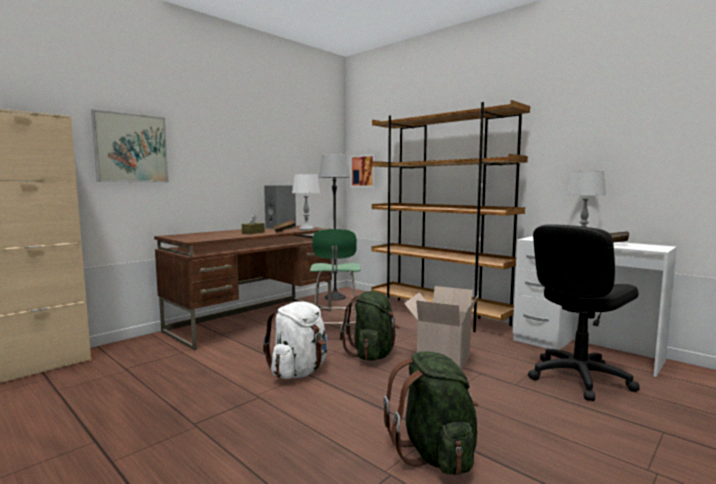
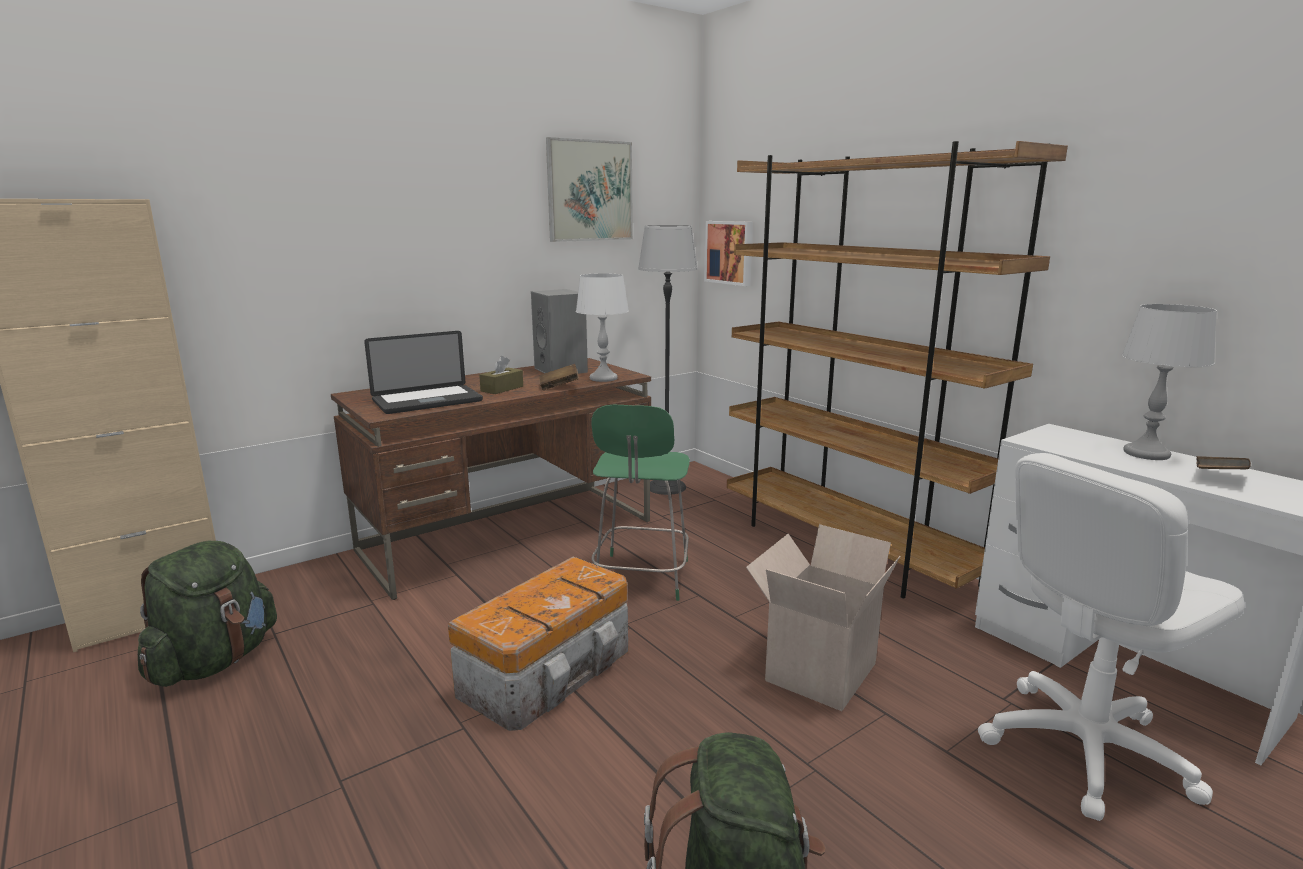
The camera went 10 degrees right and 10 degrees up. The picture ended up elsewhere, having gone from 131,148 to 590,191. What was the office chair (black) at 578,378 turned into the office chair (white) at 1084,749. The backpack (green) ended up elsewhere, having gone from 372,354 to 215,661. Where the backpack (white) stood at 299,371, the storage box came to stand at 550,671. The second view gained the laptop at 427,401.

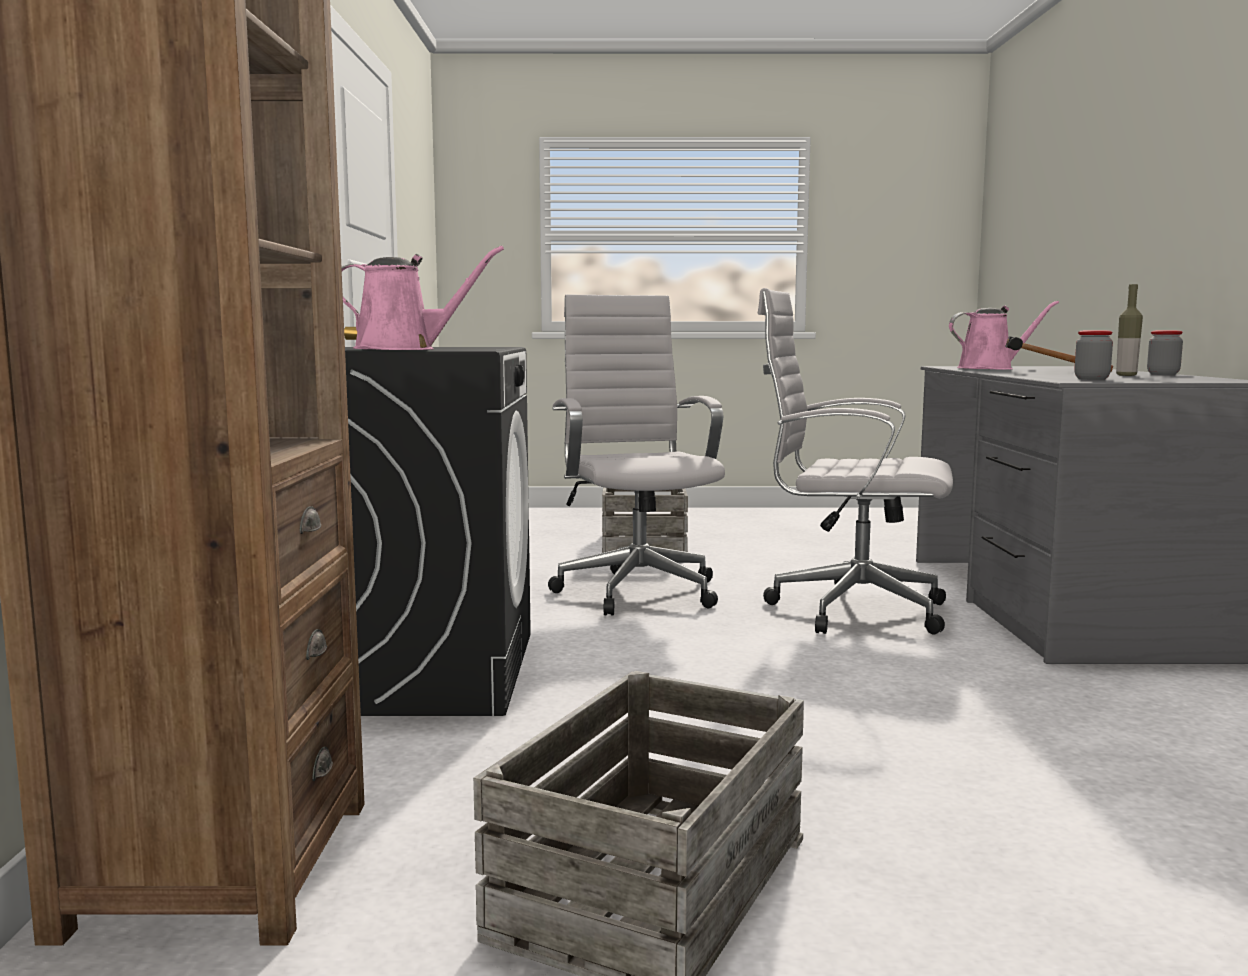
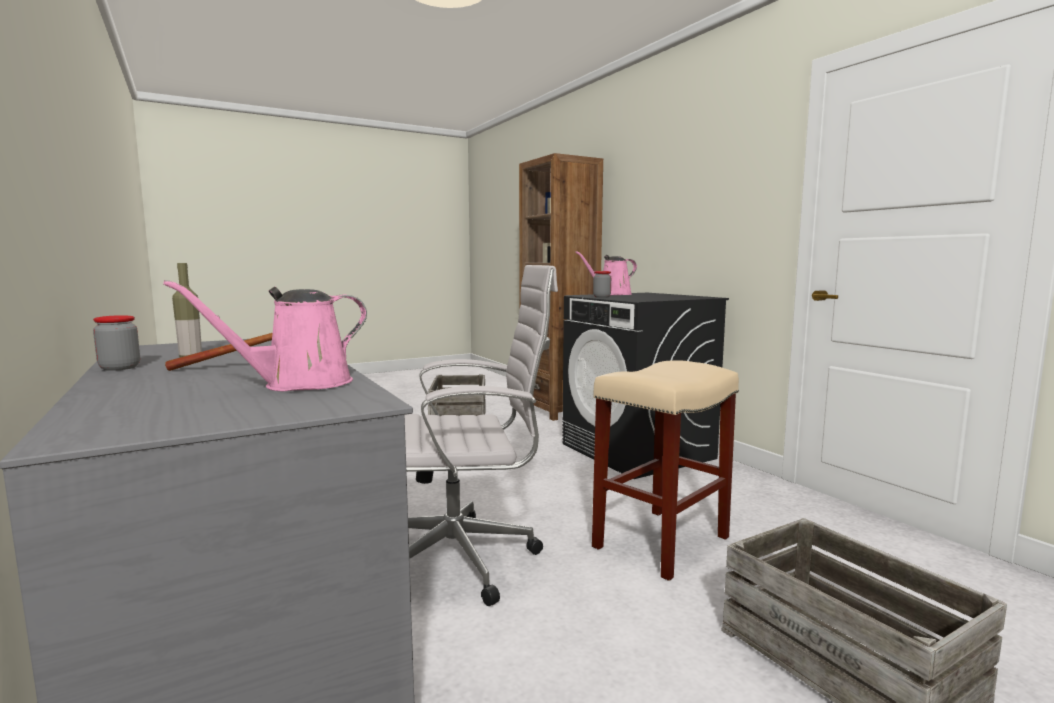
The camera went 150 degrees right and 0 degrees up. Where the office chair (white) stood at 636,590, the stool (beige) came to stand at 661,543. The jar ended up elsewhere, having gone from 1091,379 to 602,297.

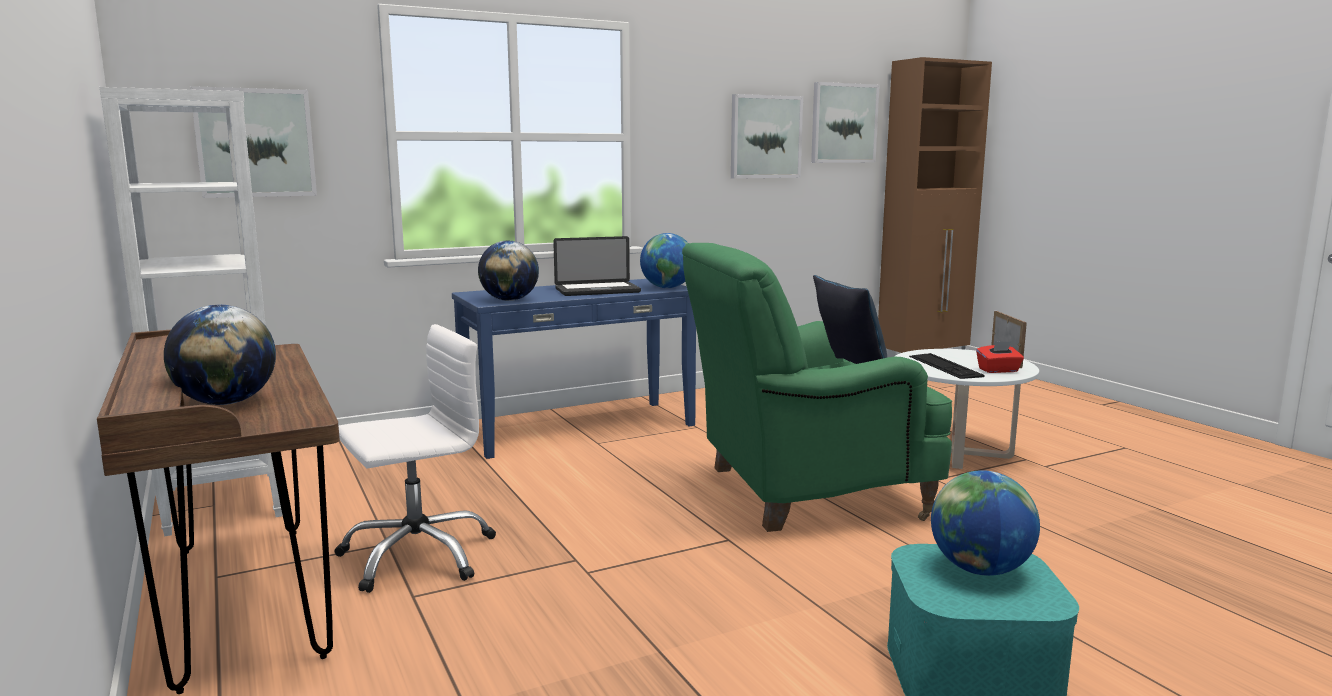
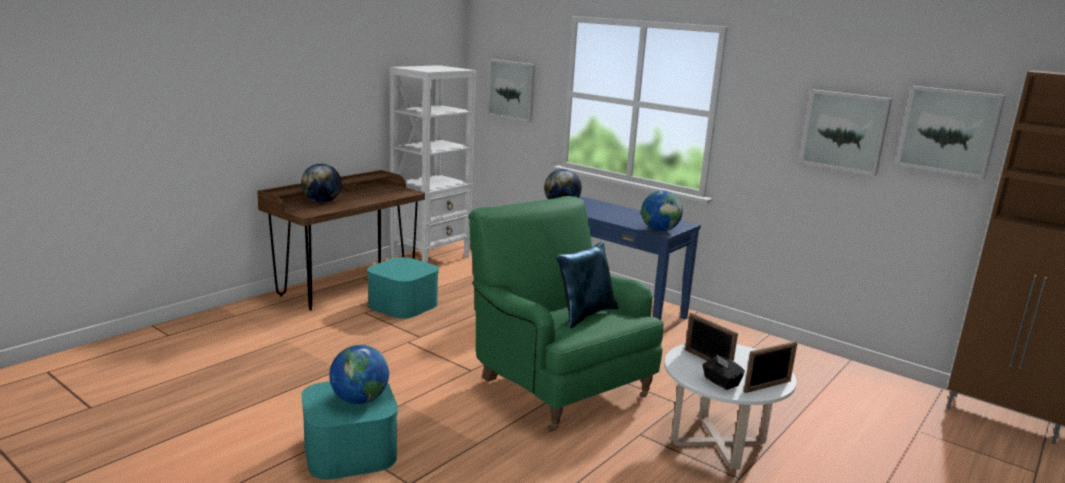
The camera went 65 degrees right and 5 degrees up. The second view lost the laptop at 597,291. Where the office chair (white) stood at 417,555, the storage box (turquoise) came to stand at 403,304. What was the tissue box (red) at 998,370 turned into the tissue box (black) at 720,382. Where the keyboard stood at 944,366, the picture frame came to stand at 707,360.

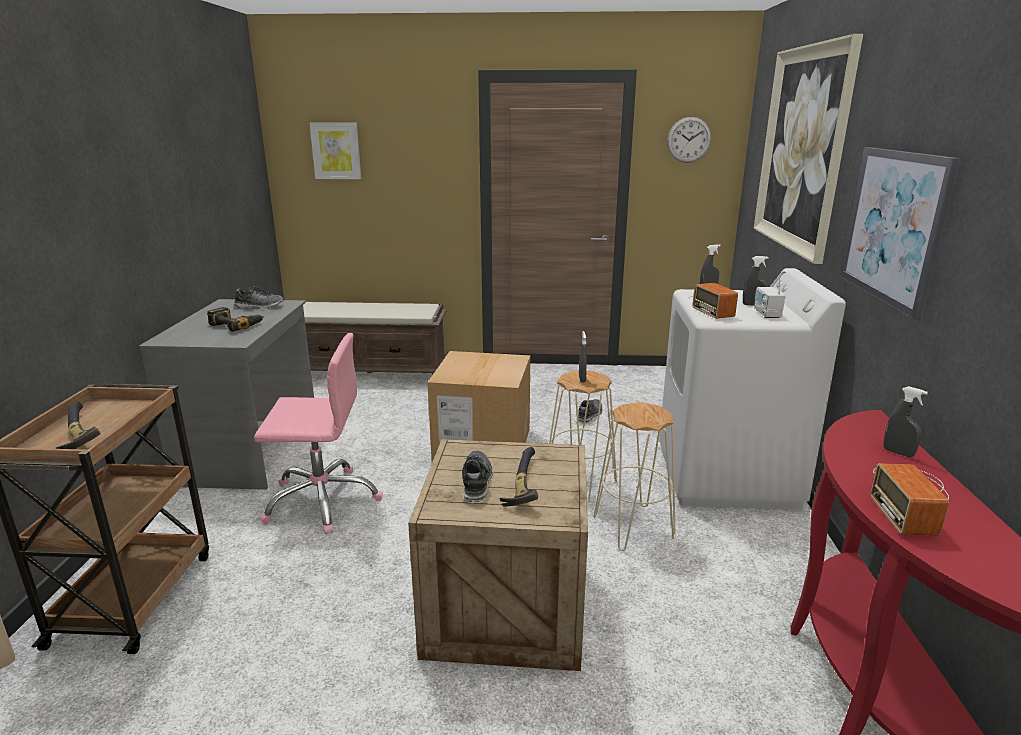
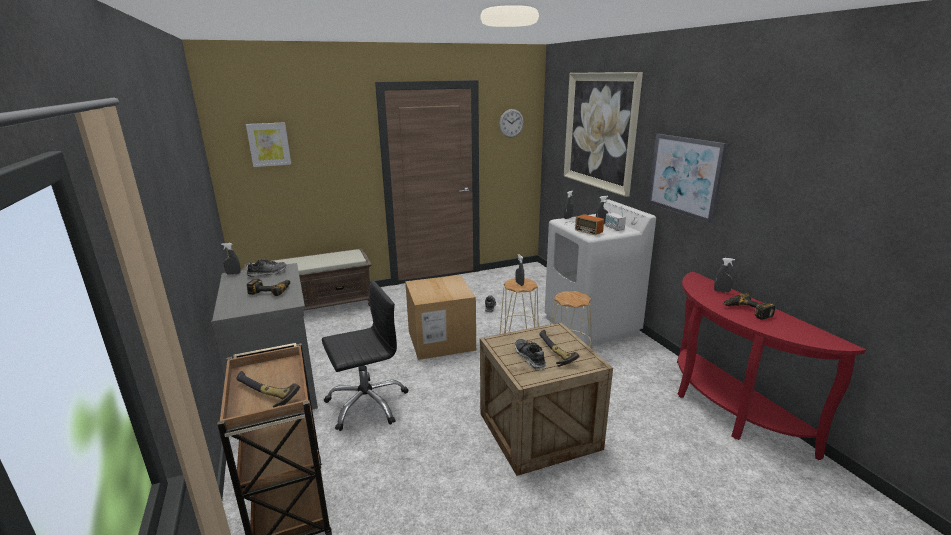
The camera went 25 degrees left and 0 degrees up. What was the office chair (pink) at 322,500 turned into the office chair (black) at 366,404. Where the radio stood at 910,497, the power drill came to stand at 746,311. The second view gained the spray bottle (grey) at 233,274.

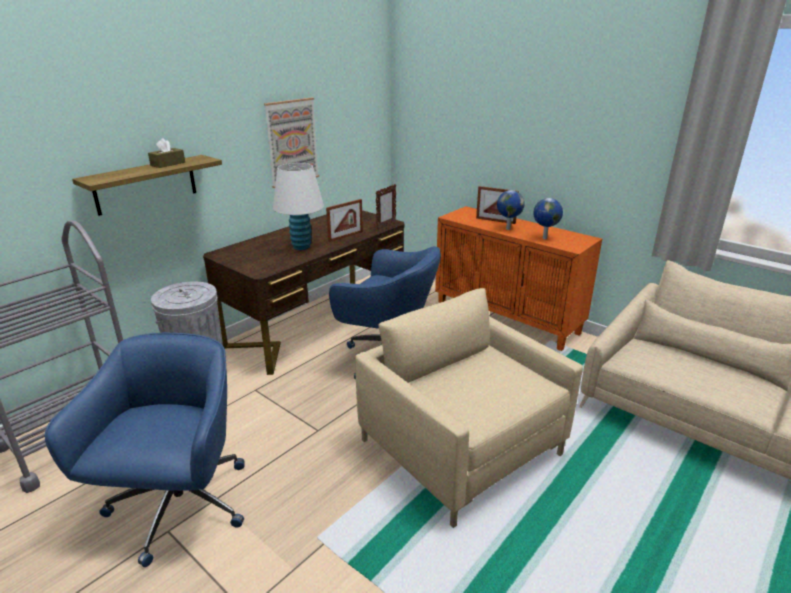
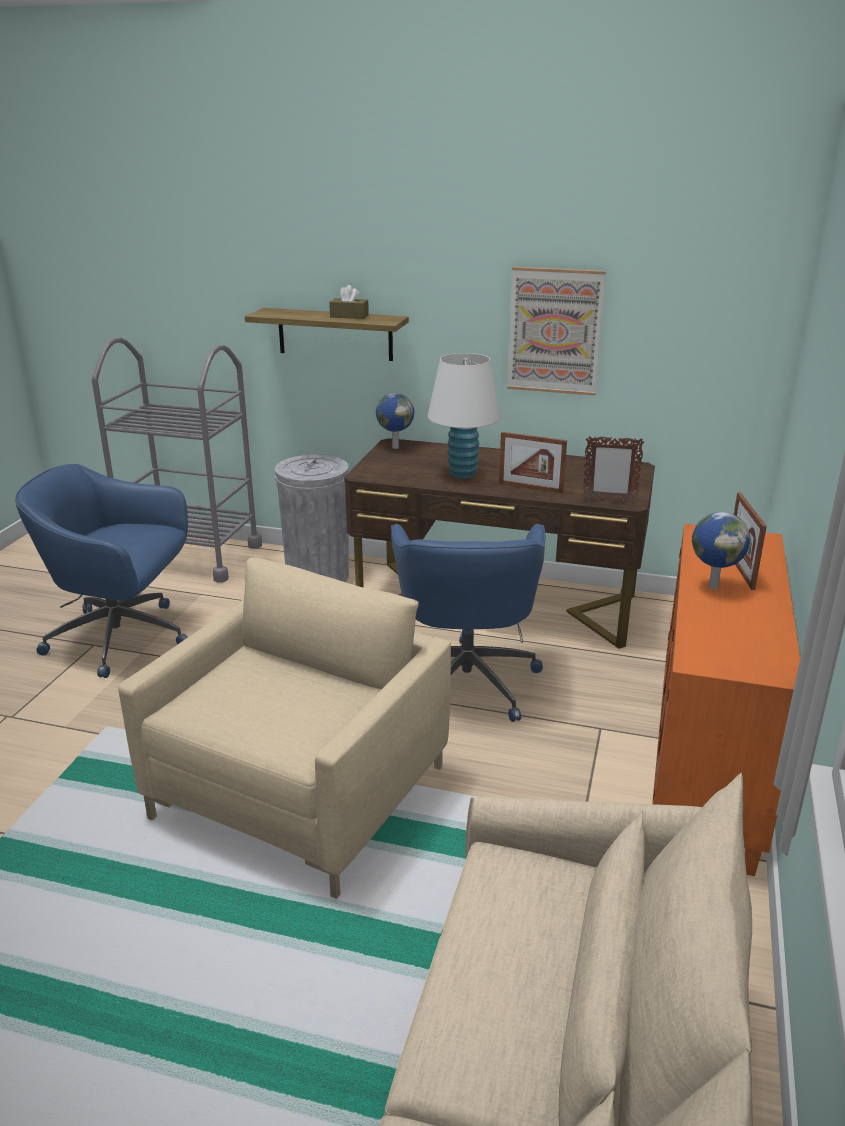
The camera went 65 degrees right and 0 degrees up. The globe ended up elsewhere, having gone from 544,238 to 395,447. The office chair (blue) at 178,508 ended up facing another way, 150 degrees counterclockwise from before.

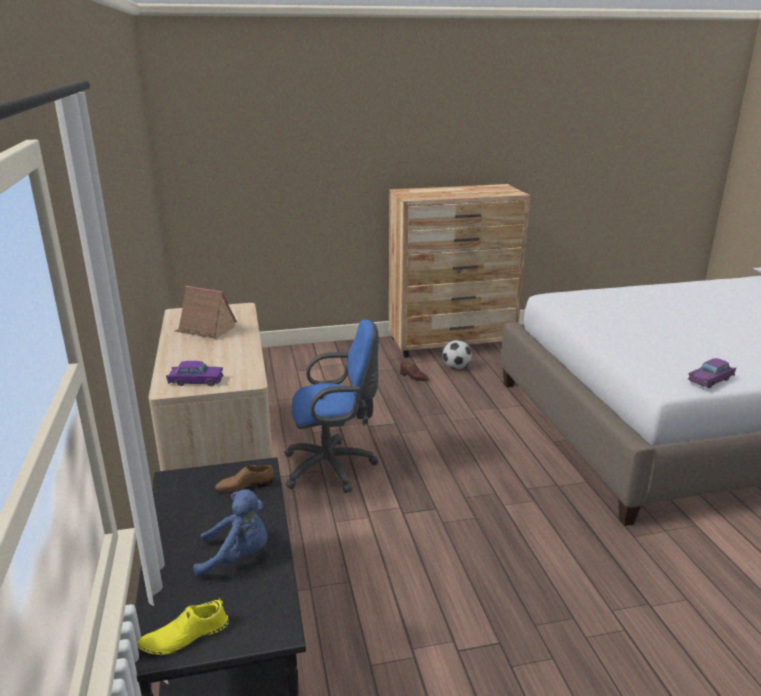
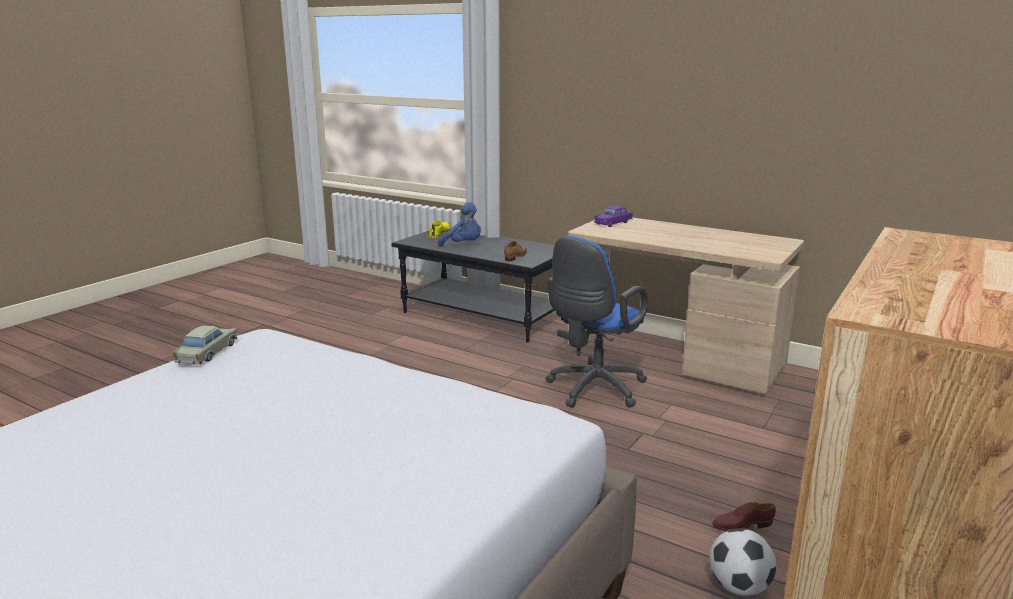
The camera went 135 degrees right and 5 degrees down. The second view lost the toy house at 205,329. What was the toy car (purple) at 711,380 turned into the toy car (beige) at 207,353. The plush toy (blue) at 237,556 ended up facing another way, 105 degrees counterclockwise from before.

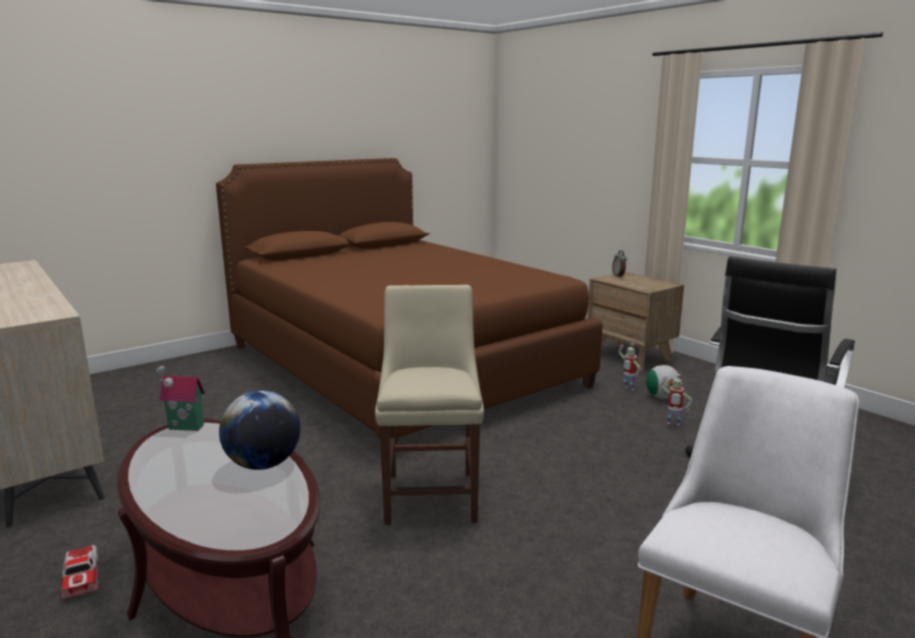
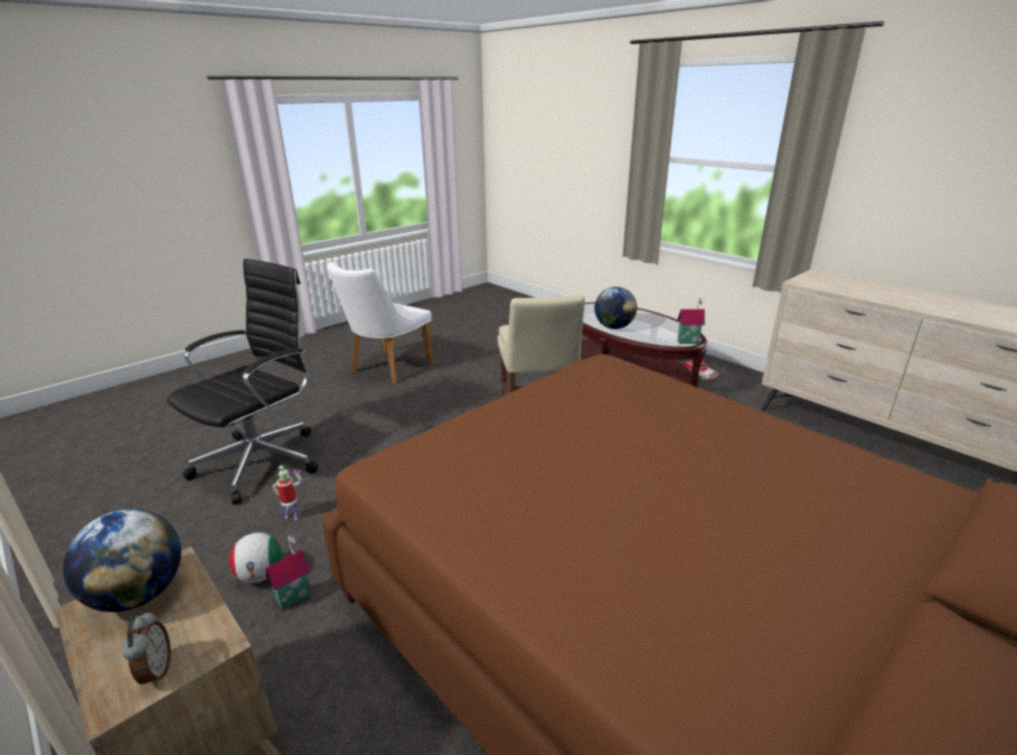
The camera went 175 degrees right and 10 degrees up. Where the toy robot stood at 628,388, the toy house came to stand at 293,597. The second view gained the globe at 139,594.

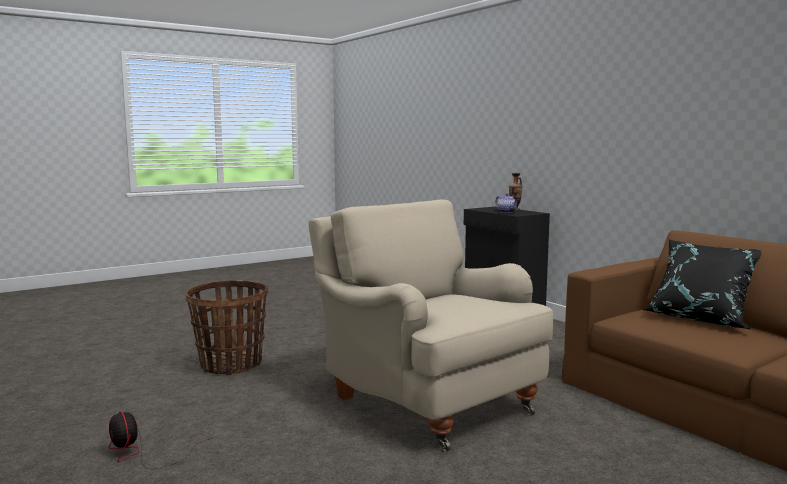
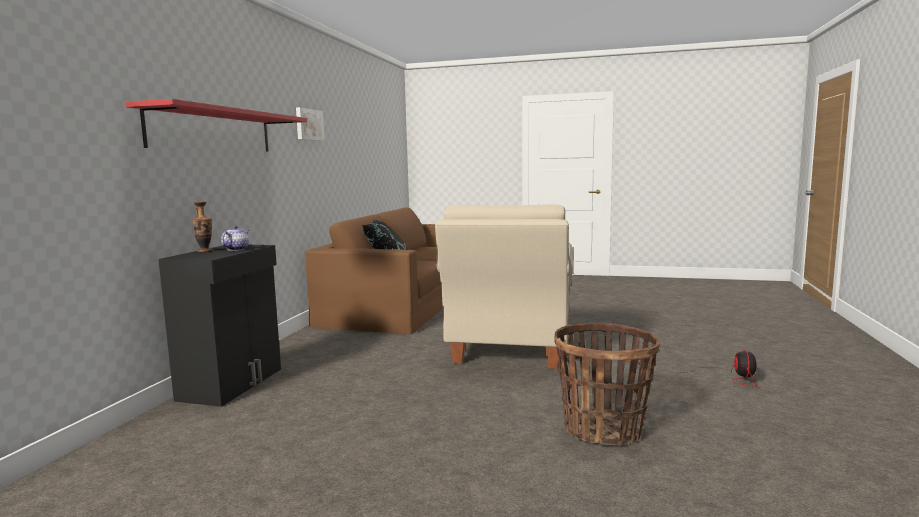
The camera went 130 degrees left and 0 degrees up. The second view gained the shelf (red) at 213,131. The second view gained the picture at 308,124.

